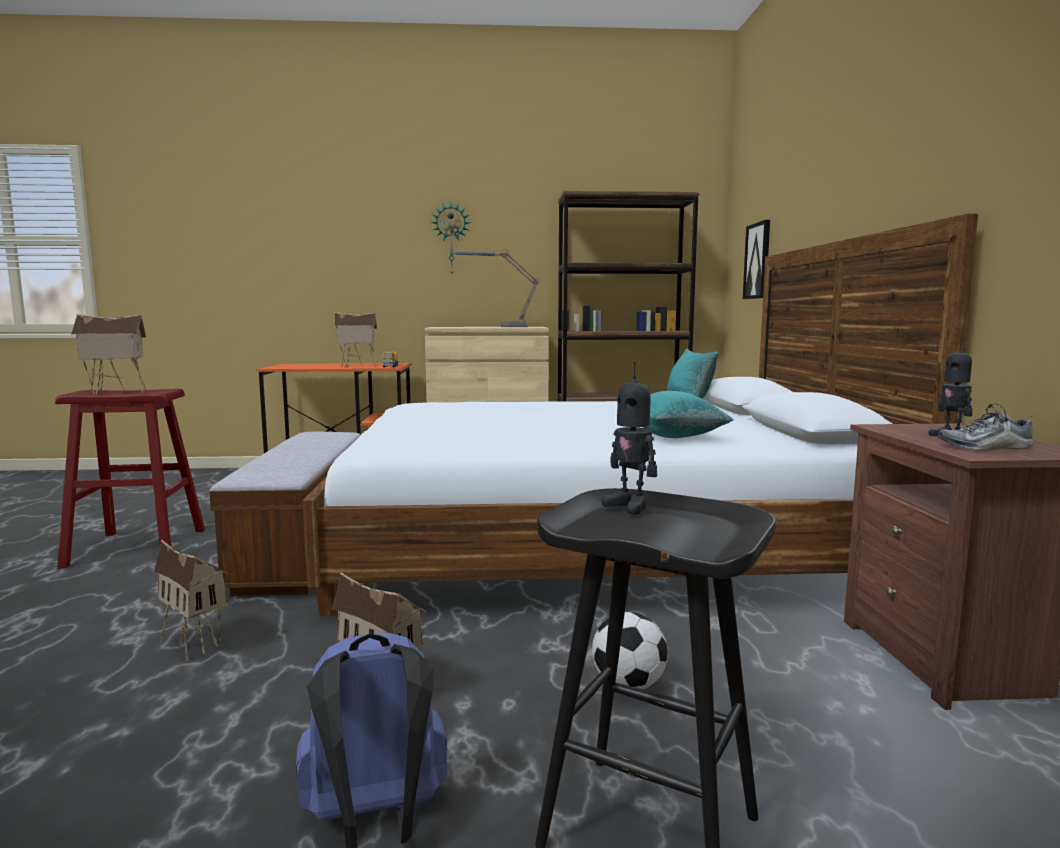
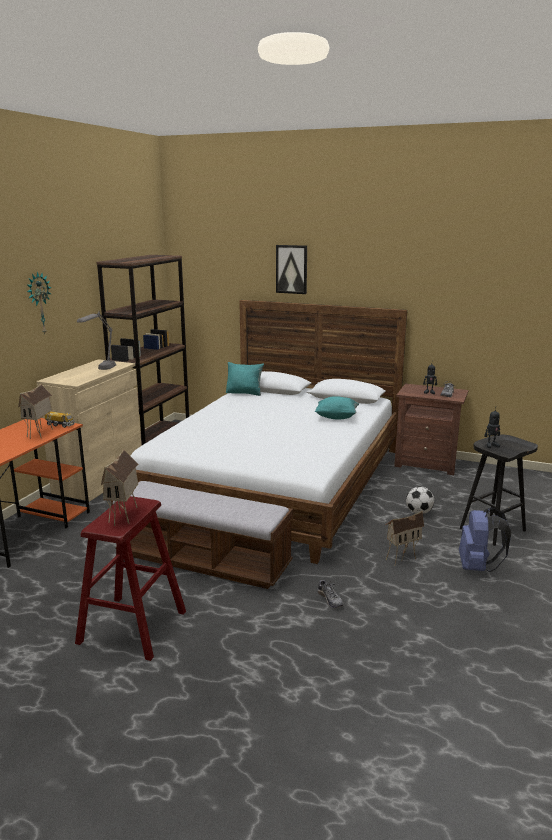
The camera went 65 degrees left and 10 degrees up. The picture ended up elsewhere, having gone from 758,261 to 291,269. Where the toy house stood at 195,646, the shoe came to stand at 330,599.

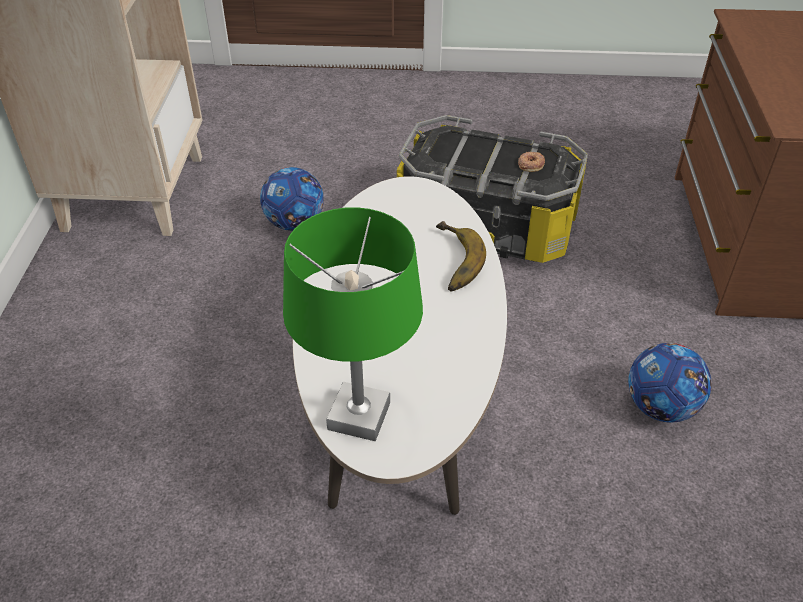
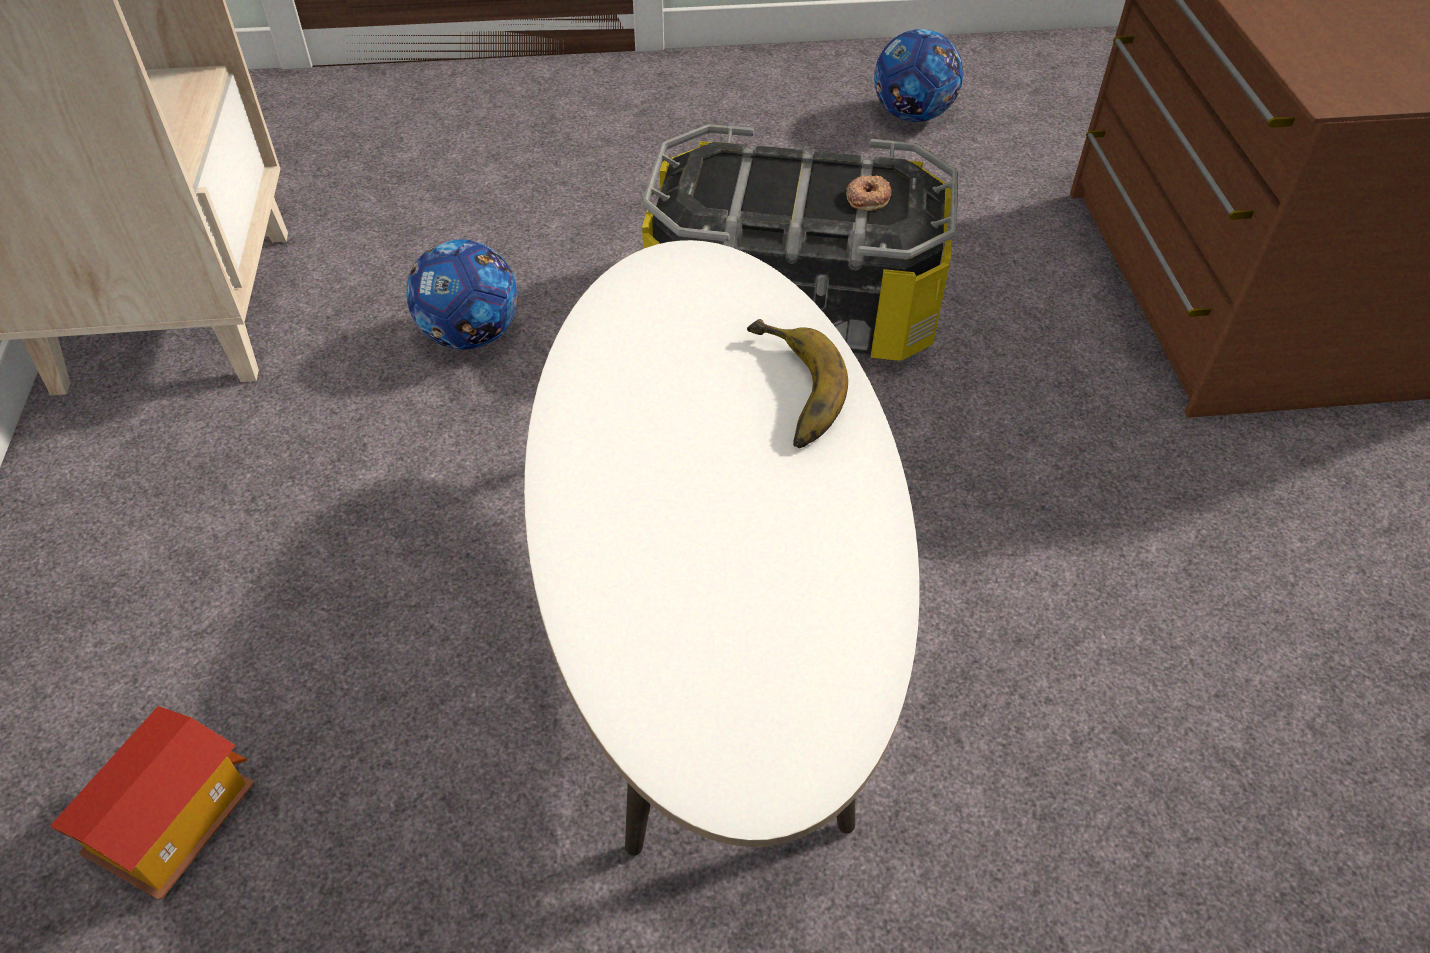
The camera went 10 degrees left and 5 degrees up. The second view lost the table lamp (green) at 359,415. The football ended up elsewhere, having gone from 660,407 to 912,115. The second view gained the toy house at 174,821.

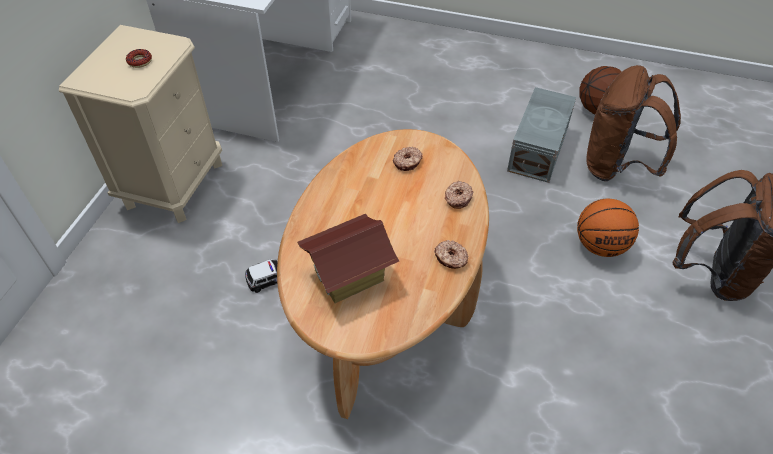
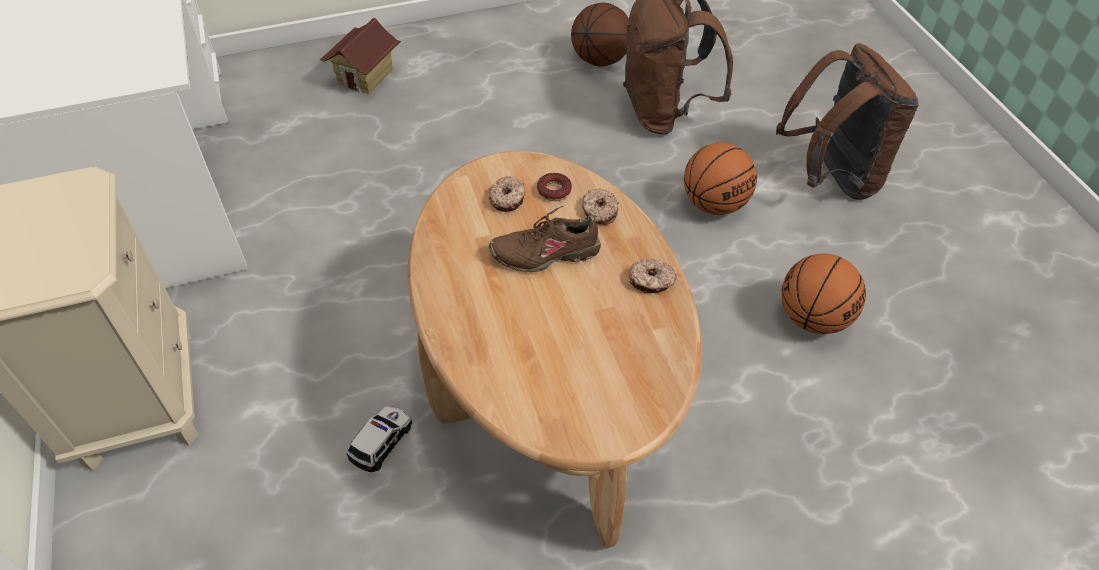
The camera went 35 degrees left and 0 degrees up. The donut ended up elsewhere, having gone from 140,61 to 554,190. The second view lost the storage box (grey) at 539,149. The toy house ended up elsewhere, having gone from 349,276 to 366,77. The second view gained the shoe (brown) at 545,253. The second view gained the basketball at 813,318.

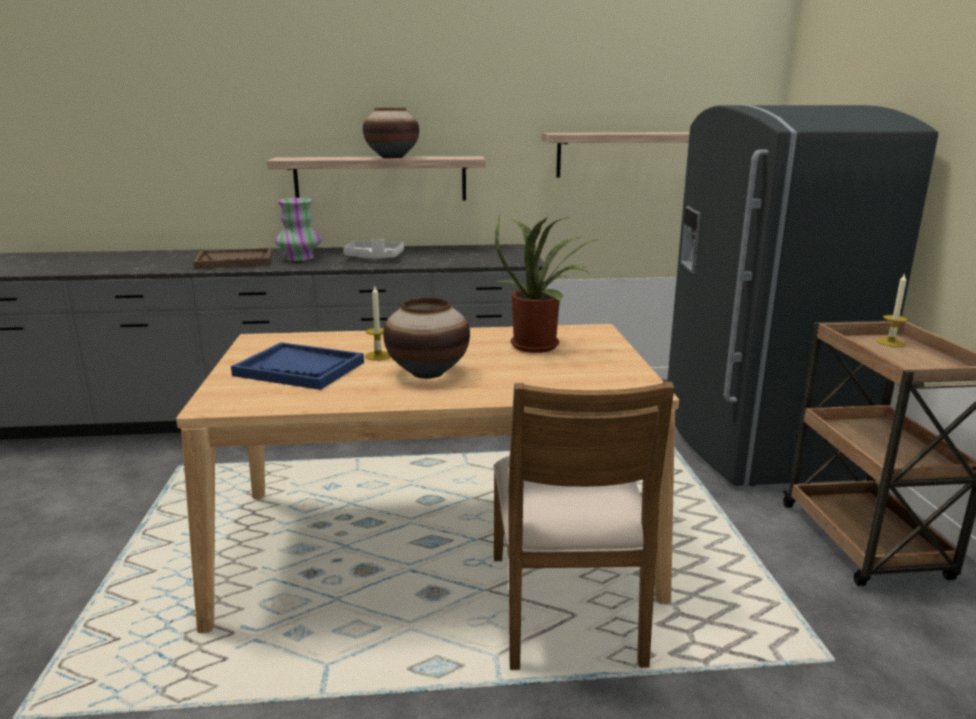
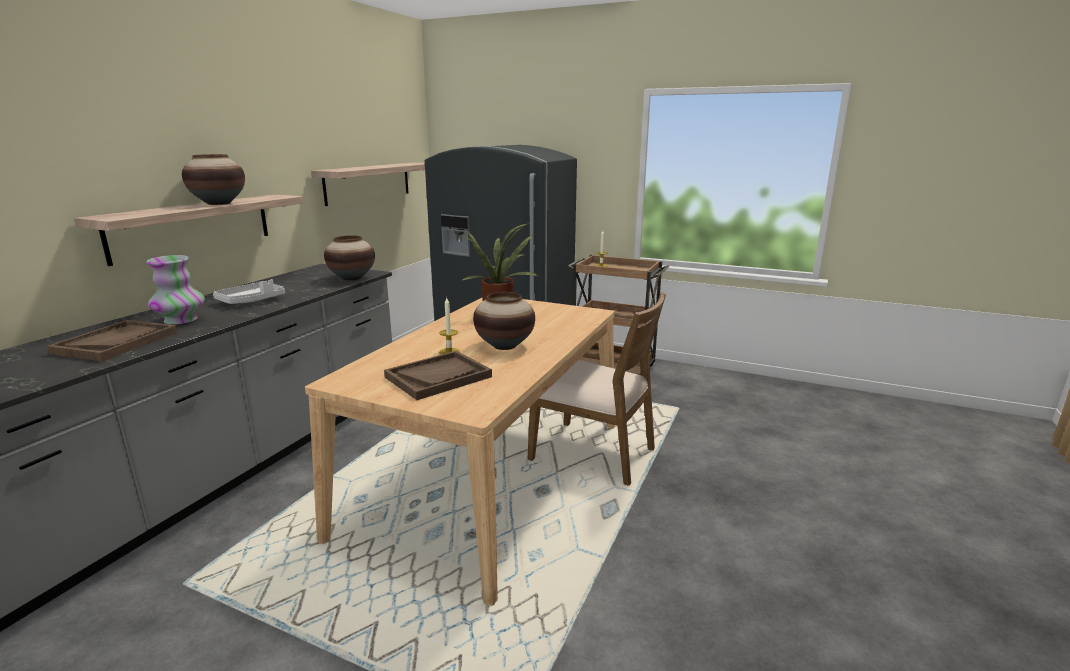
The camera went 60 degrees left and 0 degrees up. What was the tray (blue) at 300,369 turned into the tray (brown) at 438,377. The second view gained the vase at 352,278.

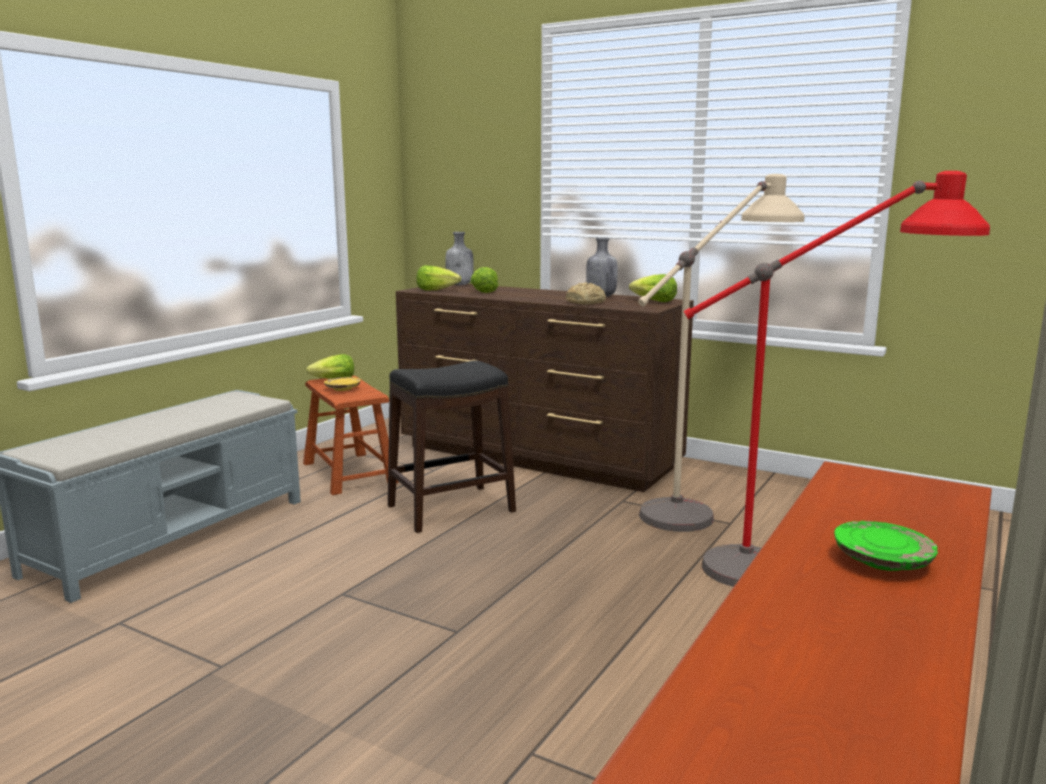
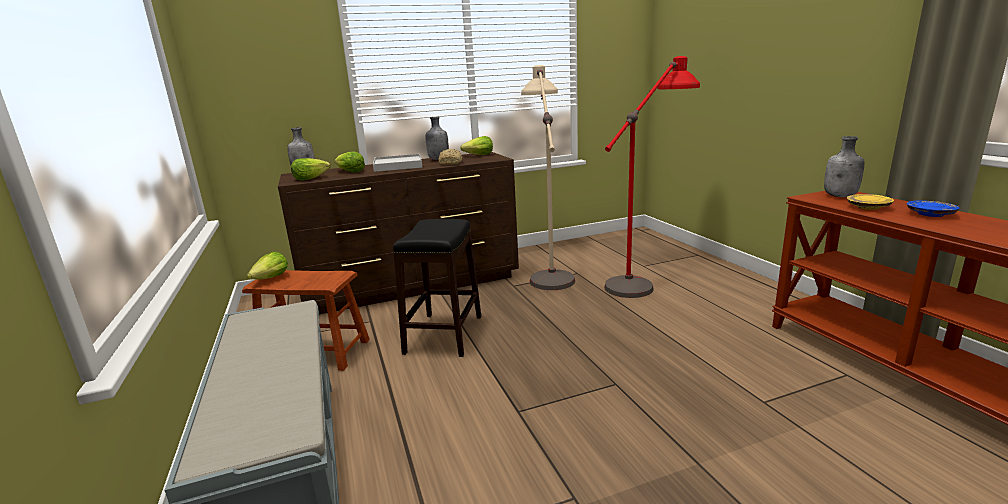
The camera went 50 degrees left and 5 degrees up. The plate (yellow) ended up elsewhere, having gone from 342,389 to 868,207. What was the plate (green) at 882,560 turned into the plate (blue) at 930,214. The second view gained the bottle (grey) at 840,196. The second view gained the tray (white) at 398,166.

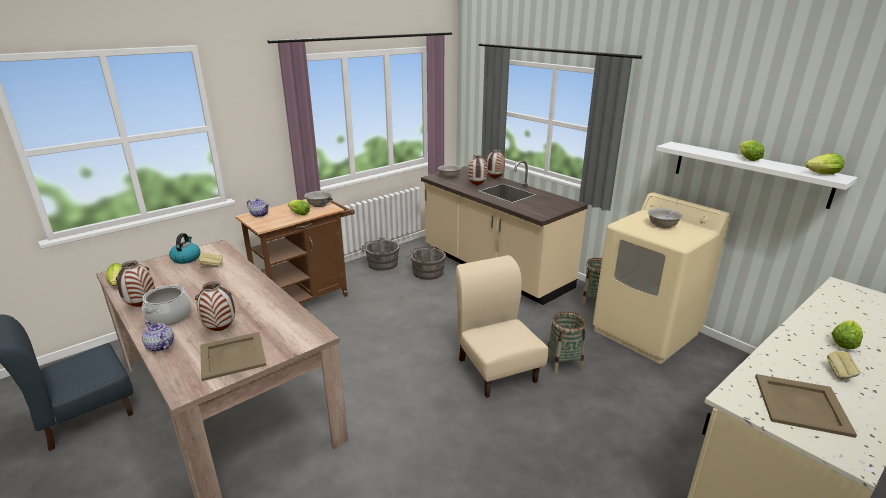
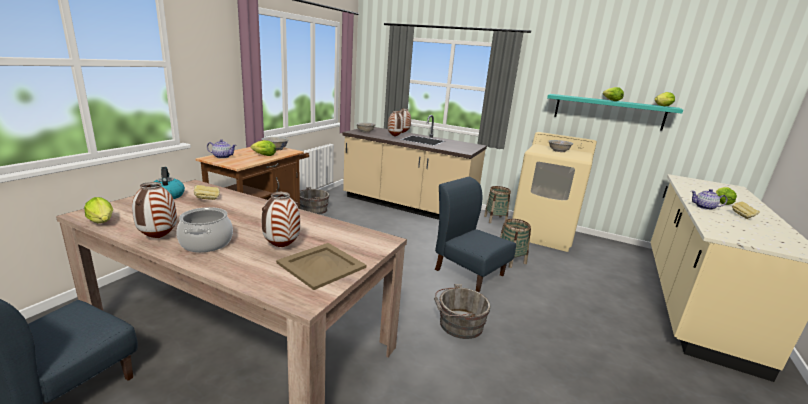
The camera went 25 degrees left and 5 degrees down. What was the shelf (white) at 749,173 turned into the shelf (turquoise) at 608,111. The bucket (grey) ended up elsewhere, having gone from 426,272 to 458,325. What was the chair (beige) at 497,369 turned into the chair (blue) at 469,272. The teapot ended up elsewhere, having gone from 160,346 to 705,207. The second view lost the tray (beige) at 802,405.

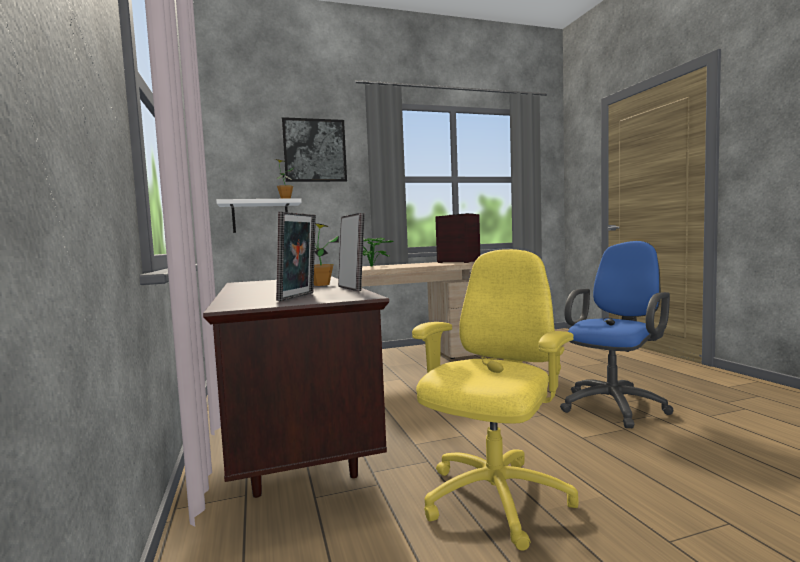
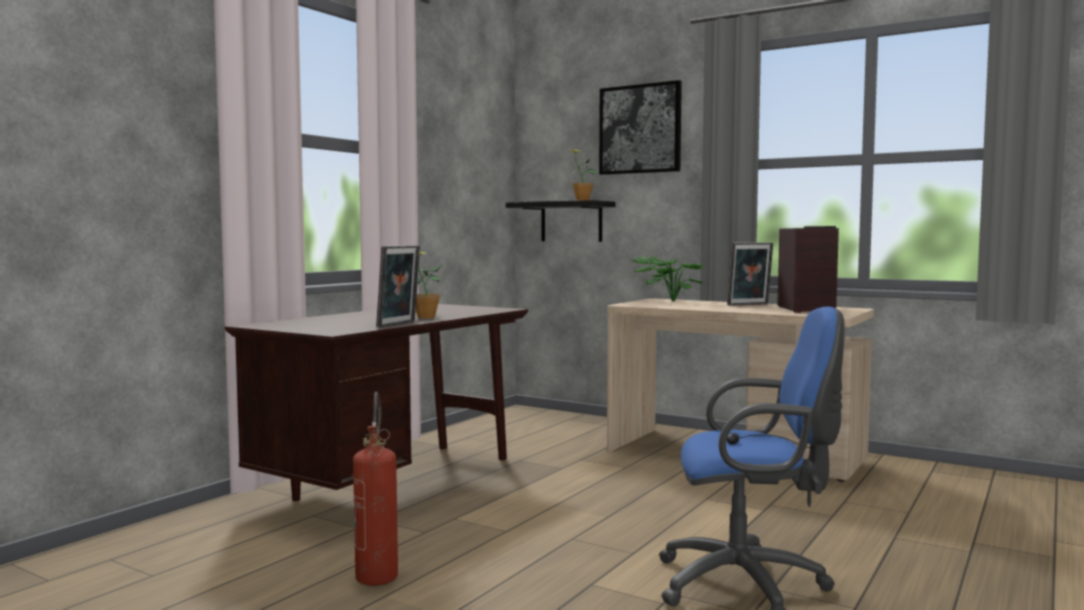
The camera went 50 degrees right and 0 degrees up. What was the shelf (white) at 260,217 turned into the shelf (black) at 571,222. The picture frame ended up elsewhere, having gone from 299,297 to 749,304. Where the office chair (yellow) stood at 494,500, the fire extinguisher came to stand at 378,573.

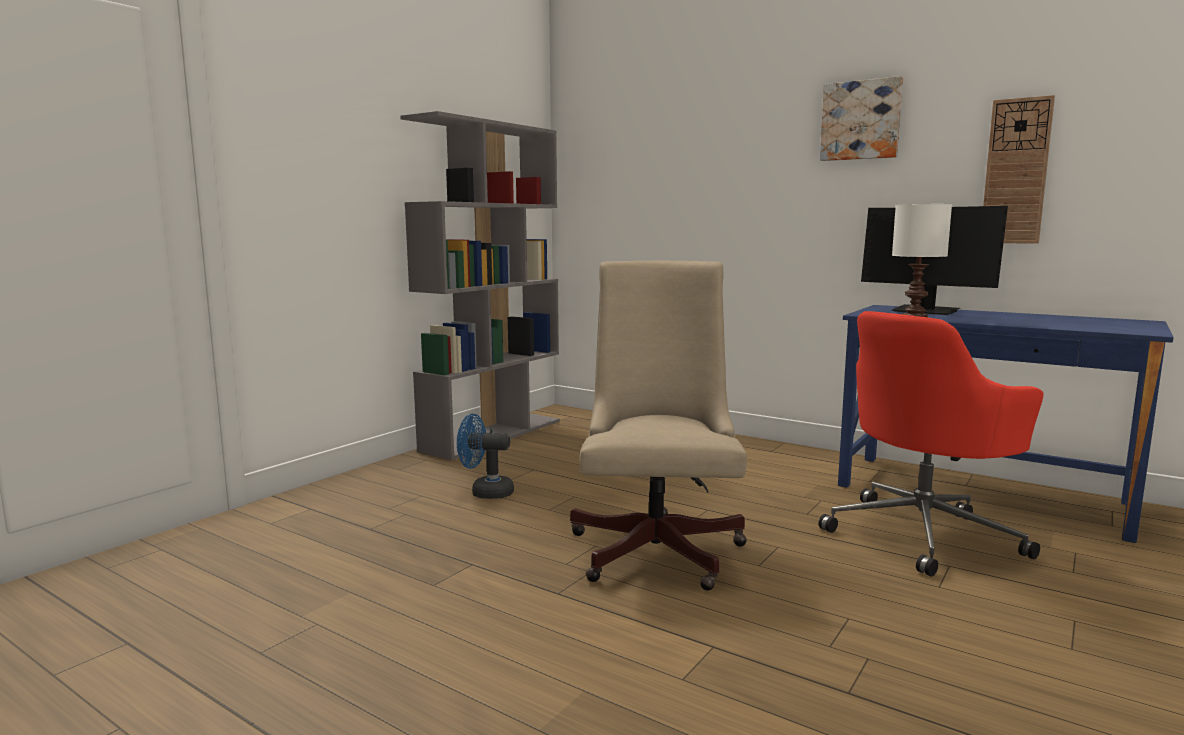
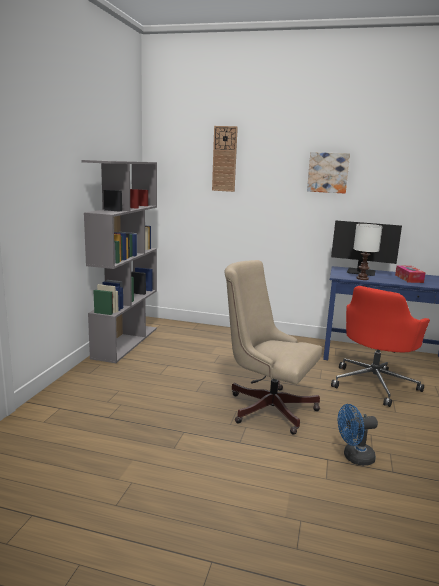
The camera went 20 degrees left and 5 degrees up. The wall clock ended up elsewhere, having gone from 1016,172 to 224,159. The office chair (beige) at 658,546 ended up facing another way, 45 degrees counterclockwise from before. The fan (blue) ended up elsewhere, having gone from 485,492 to 354,457. The second view gained the tissue box at 409,278.

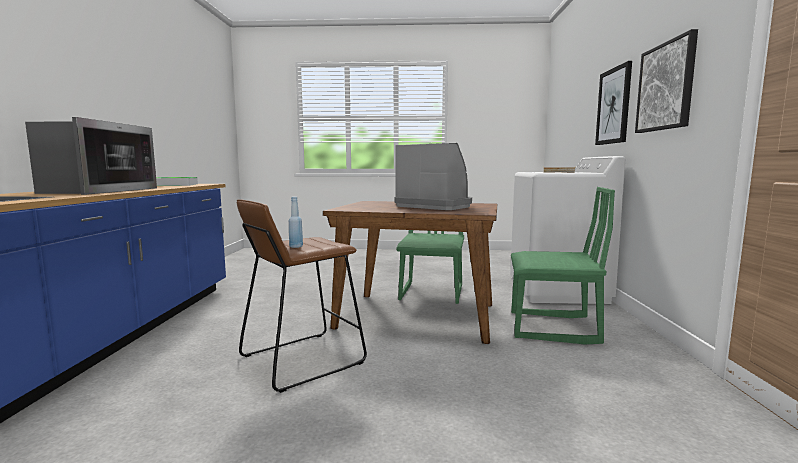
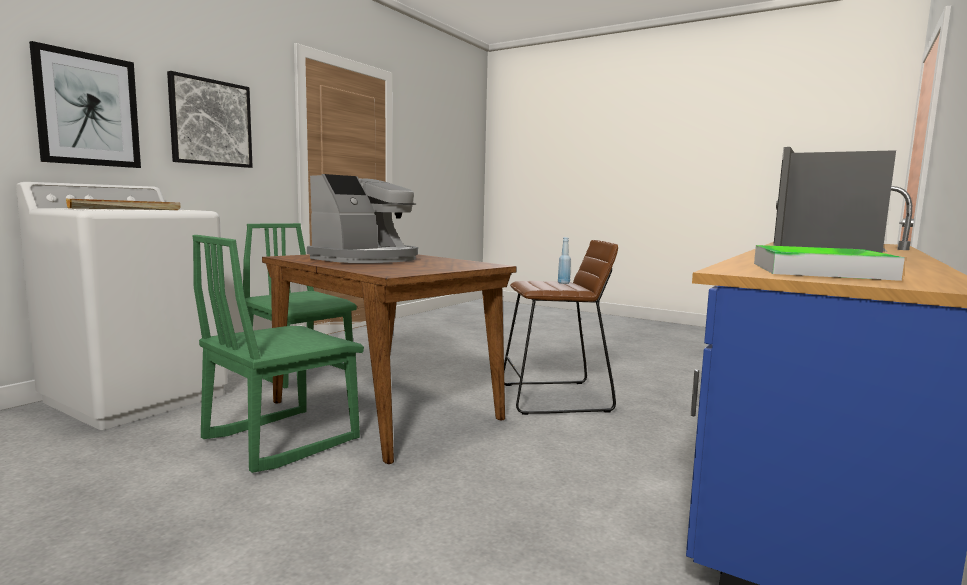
The camera went 150 degrees left and 0 degrees up. The coffee machine at 435,206 ended up facing another way, 120 degrees counterclockwise from before.

